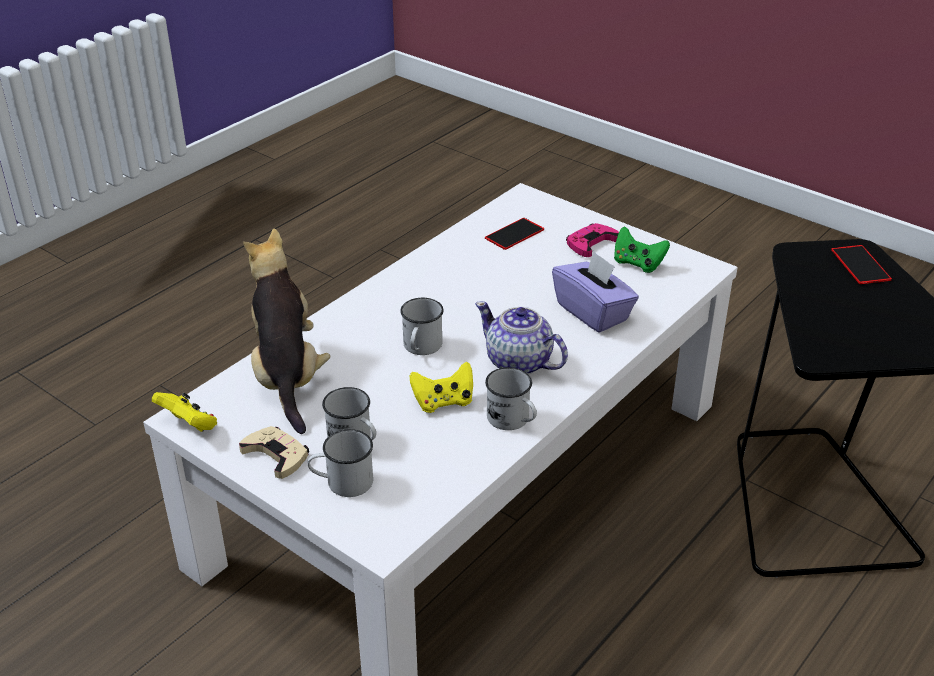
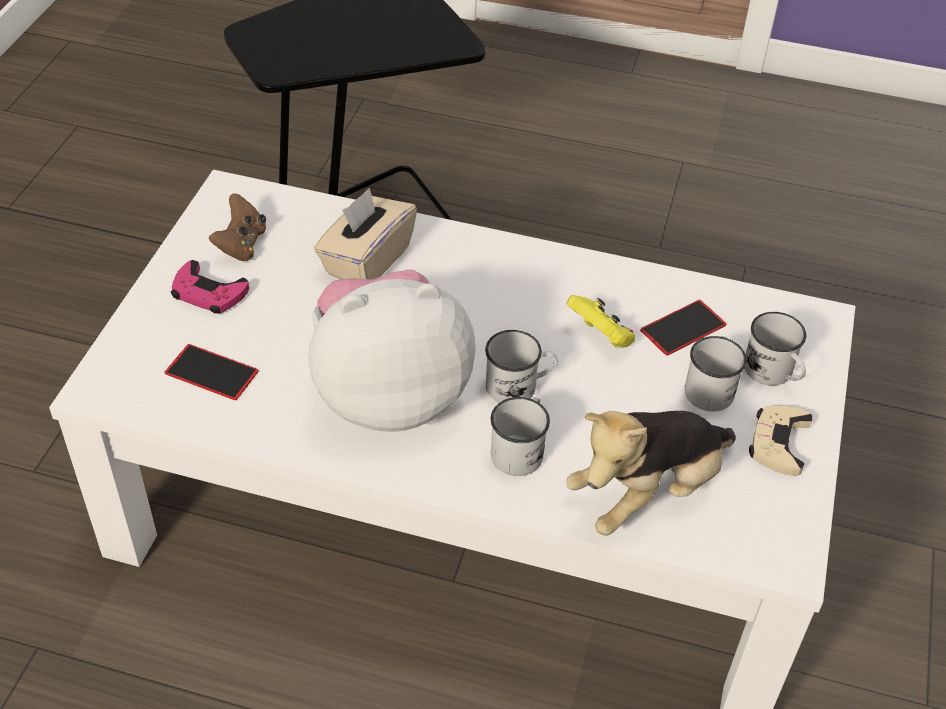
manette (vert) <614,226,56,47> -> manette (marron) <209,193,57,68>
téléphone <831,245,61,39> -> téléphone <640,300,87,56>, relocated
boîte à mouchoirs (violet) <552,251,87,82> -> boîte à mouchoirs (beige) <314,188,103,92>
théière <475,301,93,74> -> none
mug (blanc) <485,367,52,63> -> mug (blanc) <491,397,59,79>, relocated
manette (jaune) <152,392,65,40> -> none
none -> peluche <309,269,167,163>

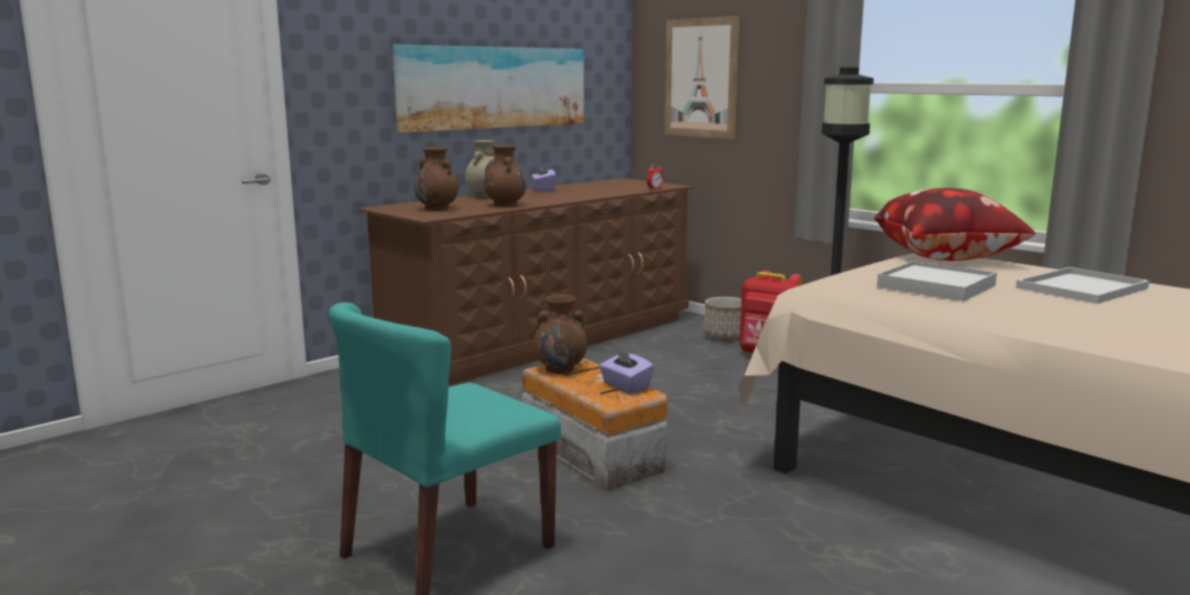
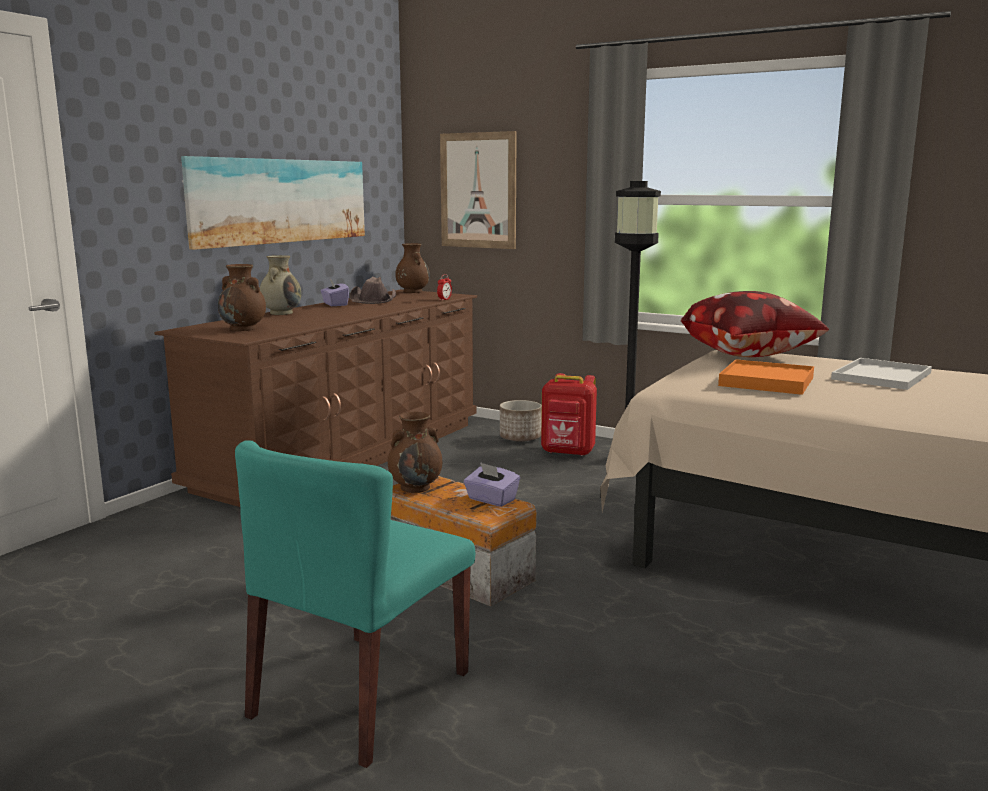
vase (marron) <484,145,42,62> -> vase (marron) <395,243,35,50>, relocated
plateau (blanc) <877,261,120,40> -> plateau (orange) <718,359,96,36>
none -> chapeau (marron) <350,276,46,28>

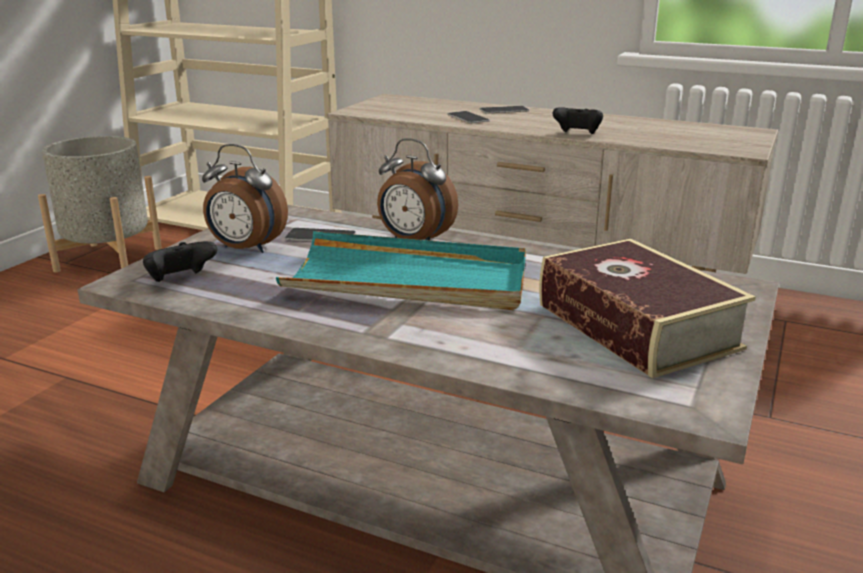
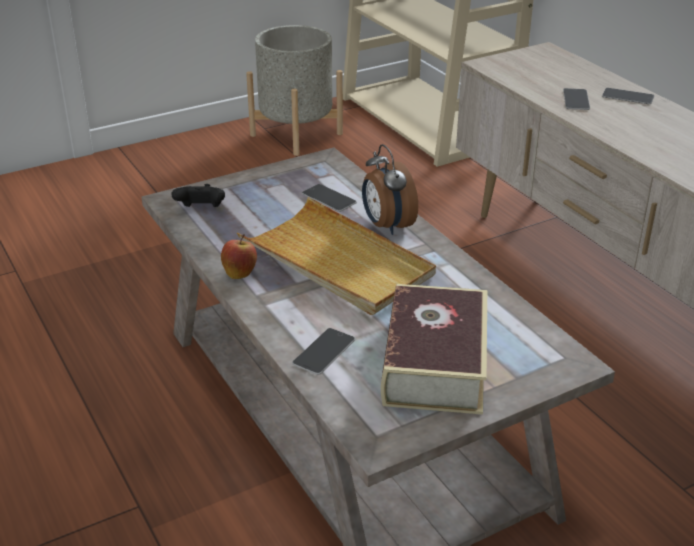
manette (noir) <552,107,51,27> -> none
réveil <202,144,86,109> -> none
plateau (turquoise) <276,231,250,79> -> plateau (beige) <237,197,199,118>
none -> pomme <221,234,36,45>
none -> téléphone <292,328,63,47>

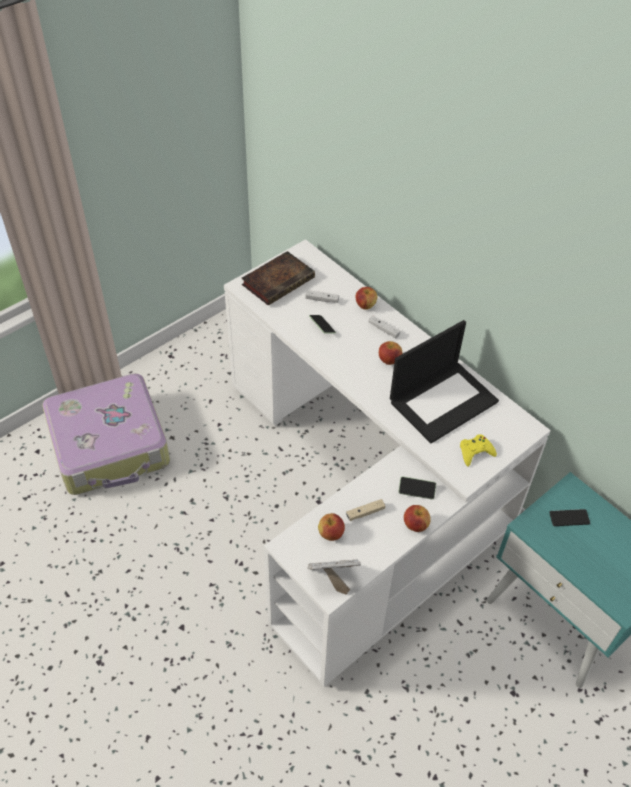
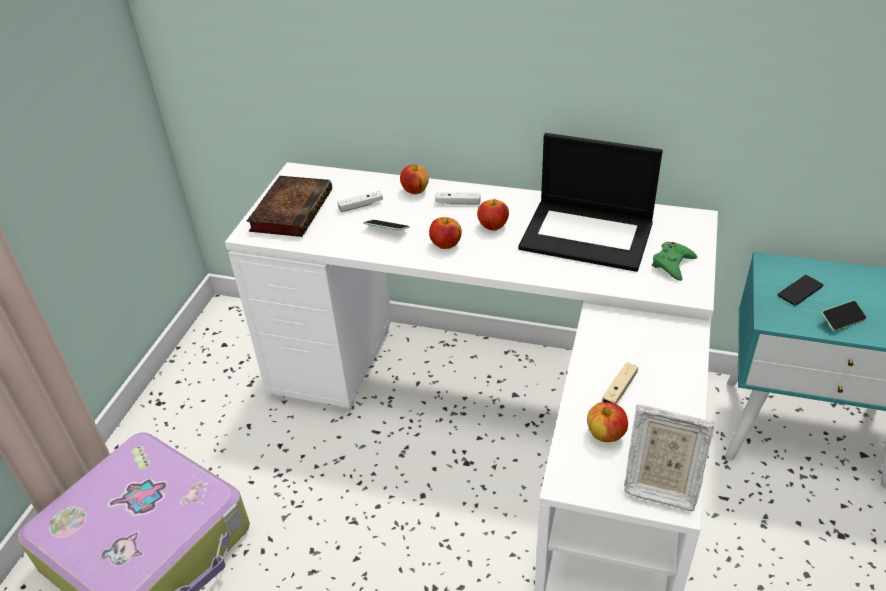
ordinateur portable <390,320,109,124> -> ordinateur portable <519,133,144,139>, 90 degrees clockwise
manette (jaune) <460,434,37,33> -> manette (vert) <652,242,45,39>
téléphone <399,476,37,23> -> téléphone <822,300,45,31>, relocated
pomme <404,505,26,27> -> pomme <429,217,33,32>, relocated
cadre photo <307,559,54,35> -> cadre photo <624,404,90,107>, 120 degrees counterclockwise

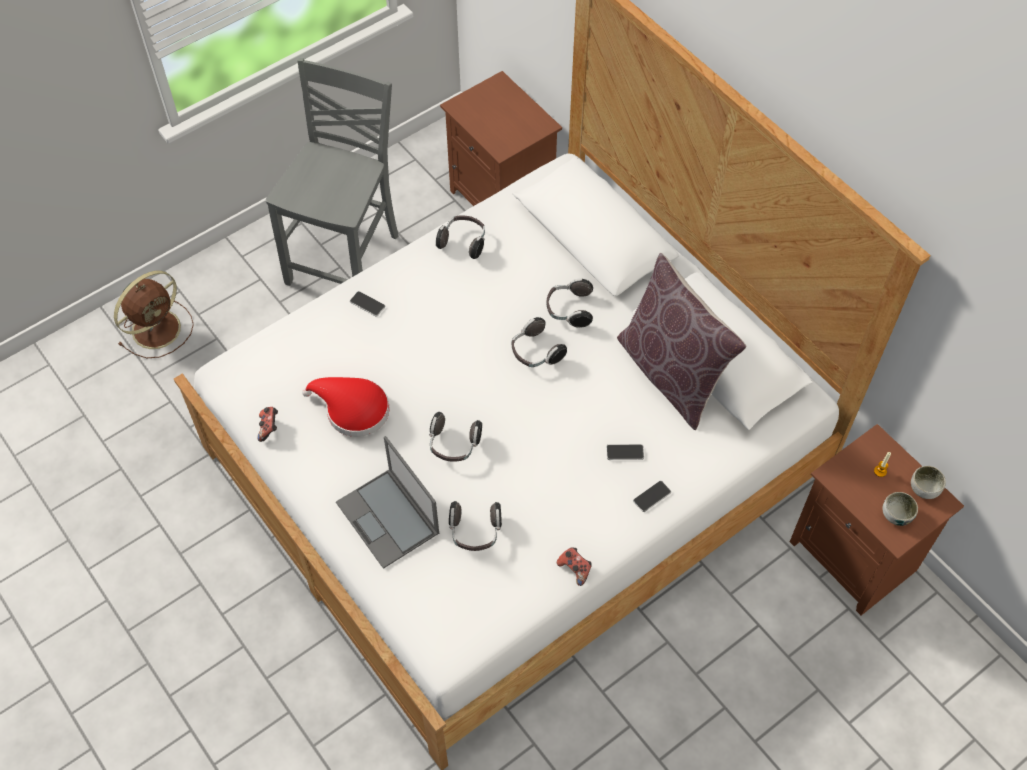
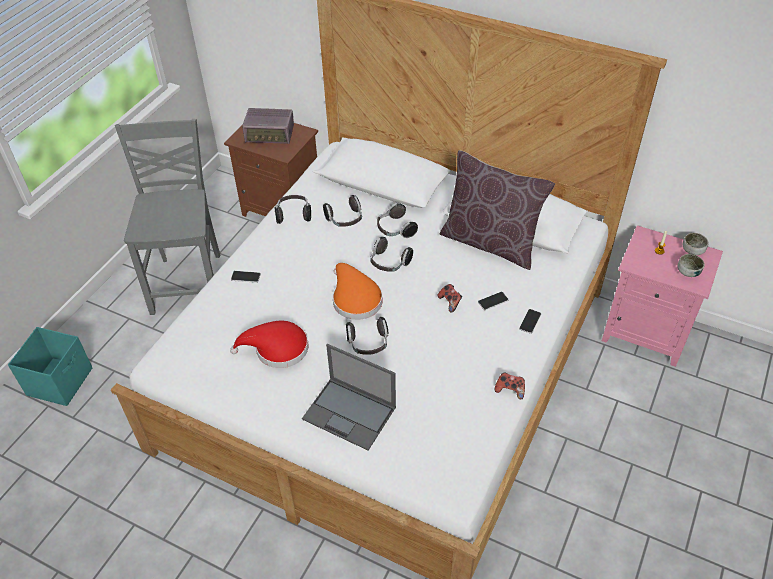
ventilateur (marron) <114,271,80,87> -> boîte de rangement (turquoise) <8,327,84,79>
manette <257,407,21,35> -> manette <437,284,25,29>, relocated
table de chevet (marron) <790,424,174,191> -> table de chevet (rose) <602,226,121,141>
casque audio <449,501,53,50> -> casque audio <323,195,39,32>, relocated
none -> radio <242,108,52,36>
none -> chapeau (orange) <333,263,50,57>

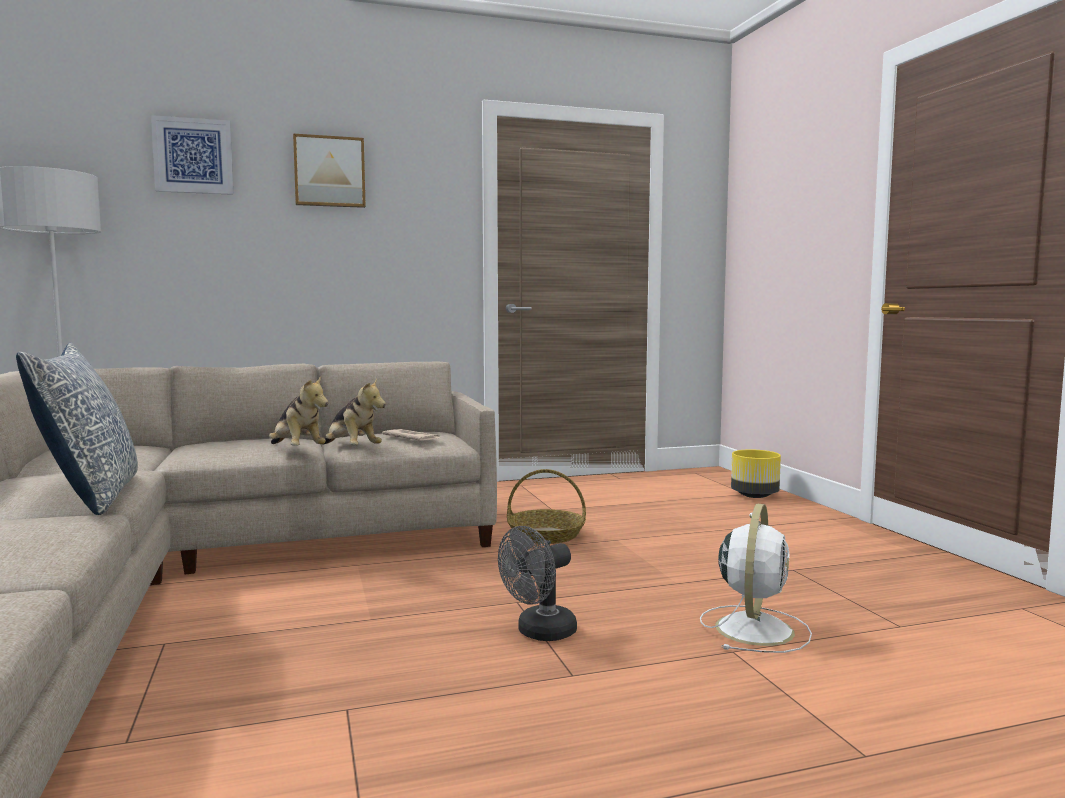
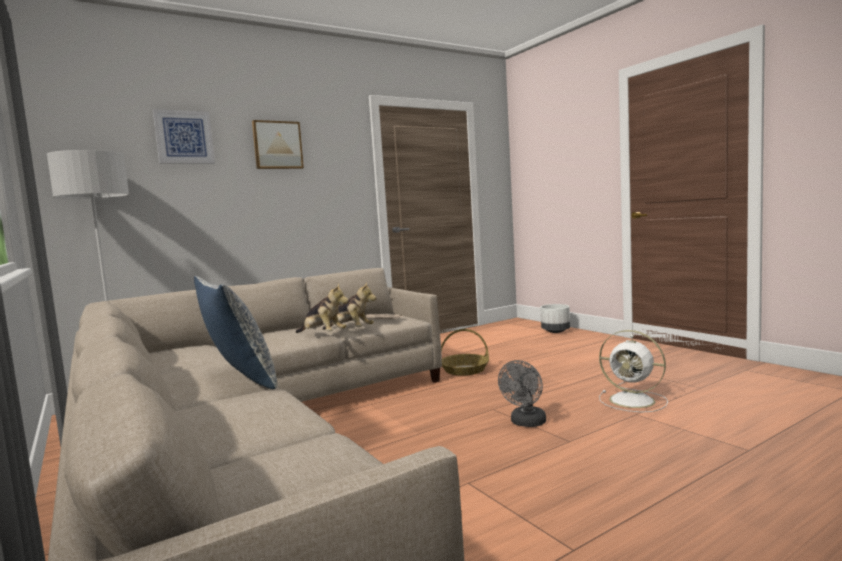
cache-pot (jaune) <731,449,50,49> -> cache-pot (blanc) <541,304,29,29>
ventilateur (blanc) <700,504,112,149> -> ventilateur (blanc) <599,330,69,83>, 120 degrees clockwise

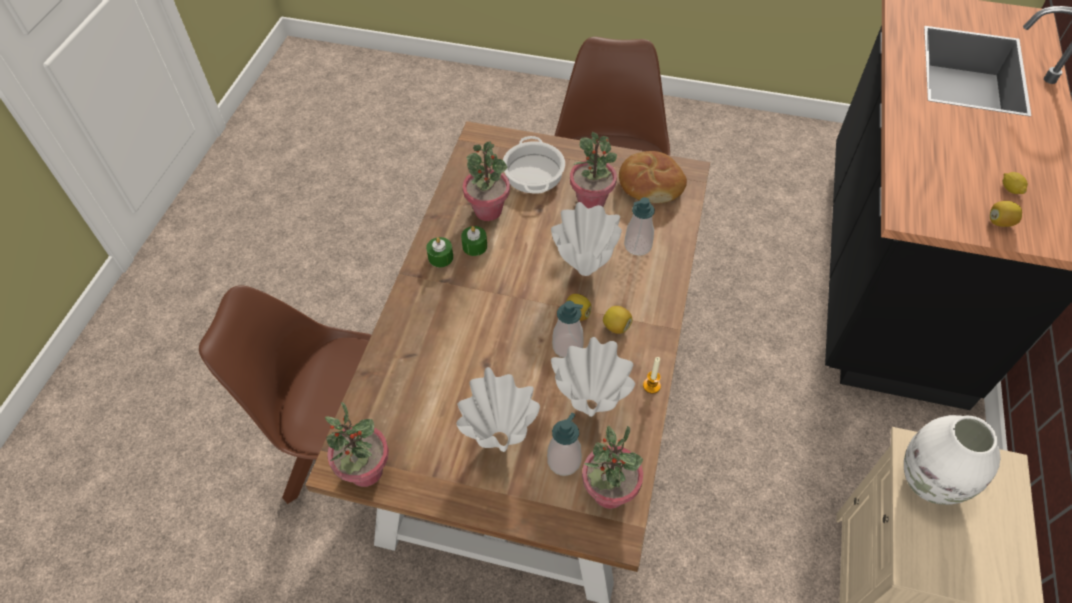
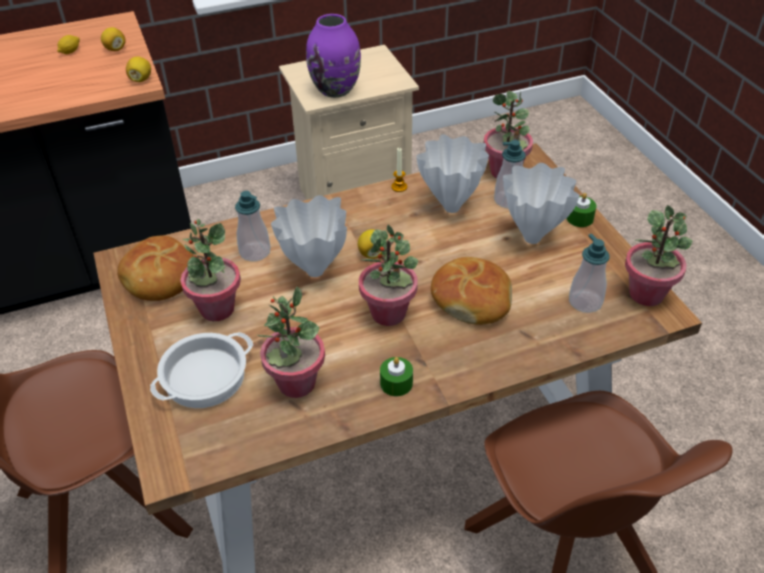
bougie (vert) <461,226,26,30> -> bougie (vert) <566,193,30,34>, relocated
distributeur de savon <552,301,32,57> -> distributeur de savon <569,234,41,79>, relocated
citron <603,306,29,28> -> citron <126,56,25,26>, relocated
vase (blanc) <904,415,96,90> -> vase (violet) <306,14,55,84>
none -> plante en pot <359,225,59,101>
none -> pain <431,257,81,68>

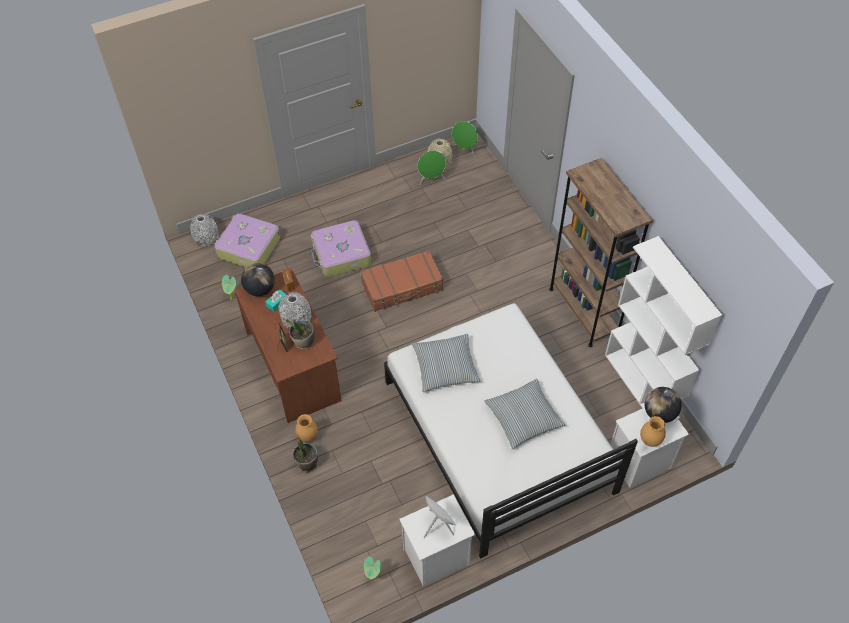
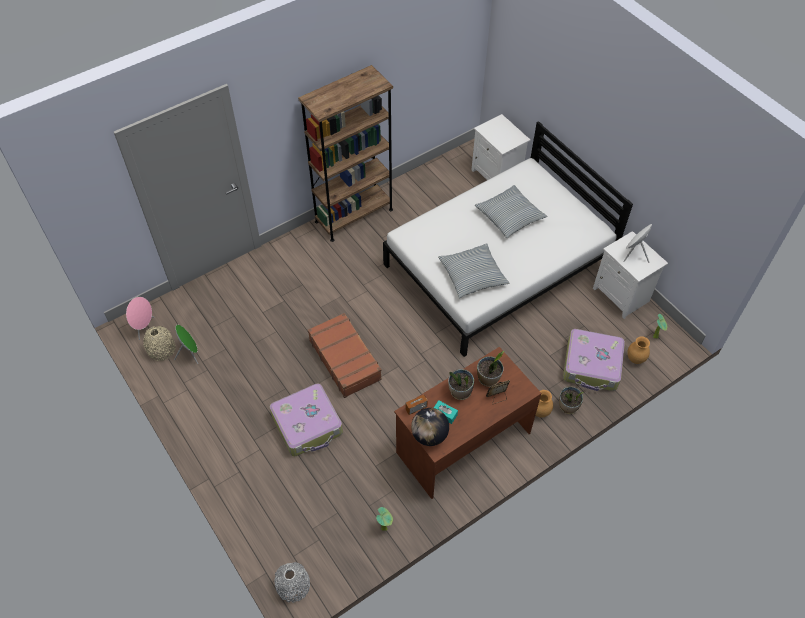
enceinte (vert) <452,121,26,36> -> enceinte (rose) <126,297,29,43>
valise <215,213,65,54> -> valise <563,329,62,62>, relocated
bibliothèque (blanc) <605,236,117,183> -> none
vase (gris) <278,292,33,36> -> plante en pot <448,369,26,31>
globe <645,387,37,36> -> none
vase (marron) <640,416,26,31> -> vase (marron) <627,336,23,28>, relocated

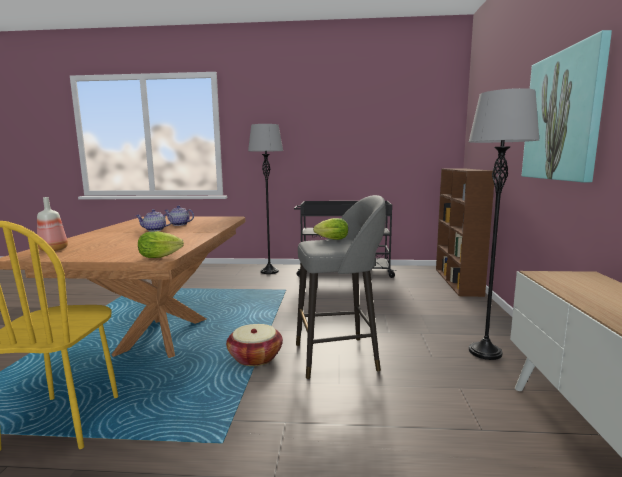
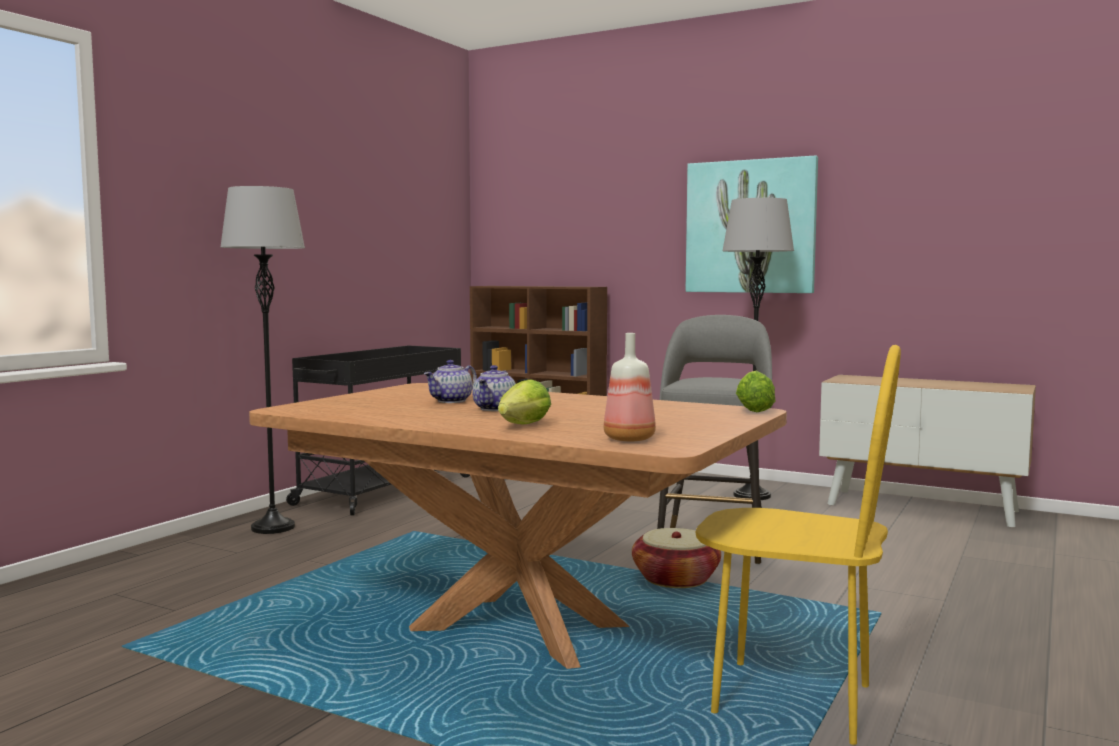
laitue <313,218,35,22> -> laitue <498,379,53,45>, relocated

